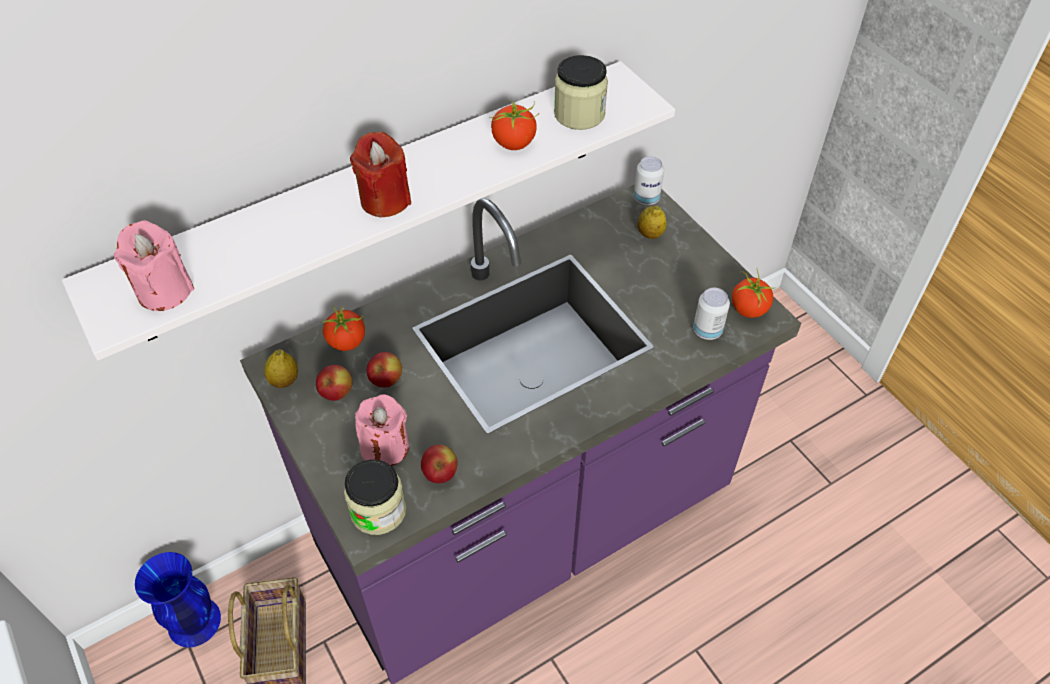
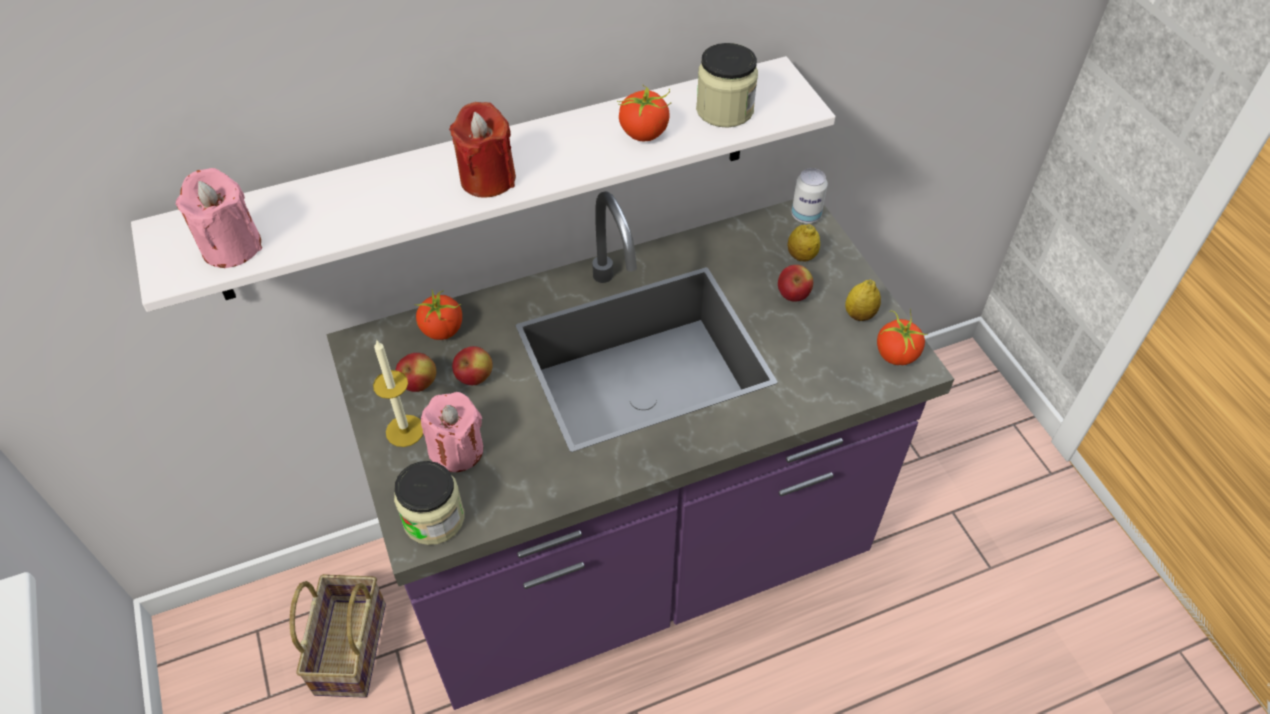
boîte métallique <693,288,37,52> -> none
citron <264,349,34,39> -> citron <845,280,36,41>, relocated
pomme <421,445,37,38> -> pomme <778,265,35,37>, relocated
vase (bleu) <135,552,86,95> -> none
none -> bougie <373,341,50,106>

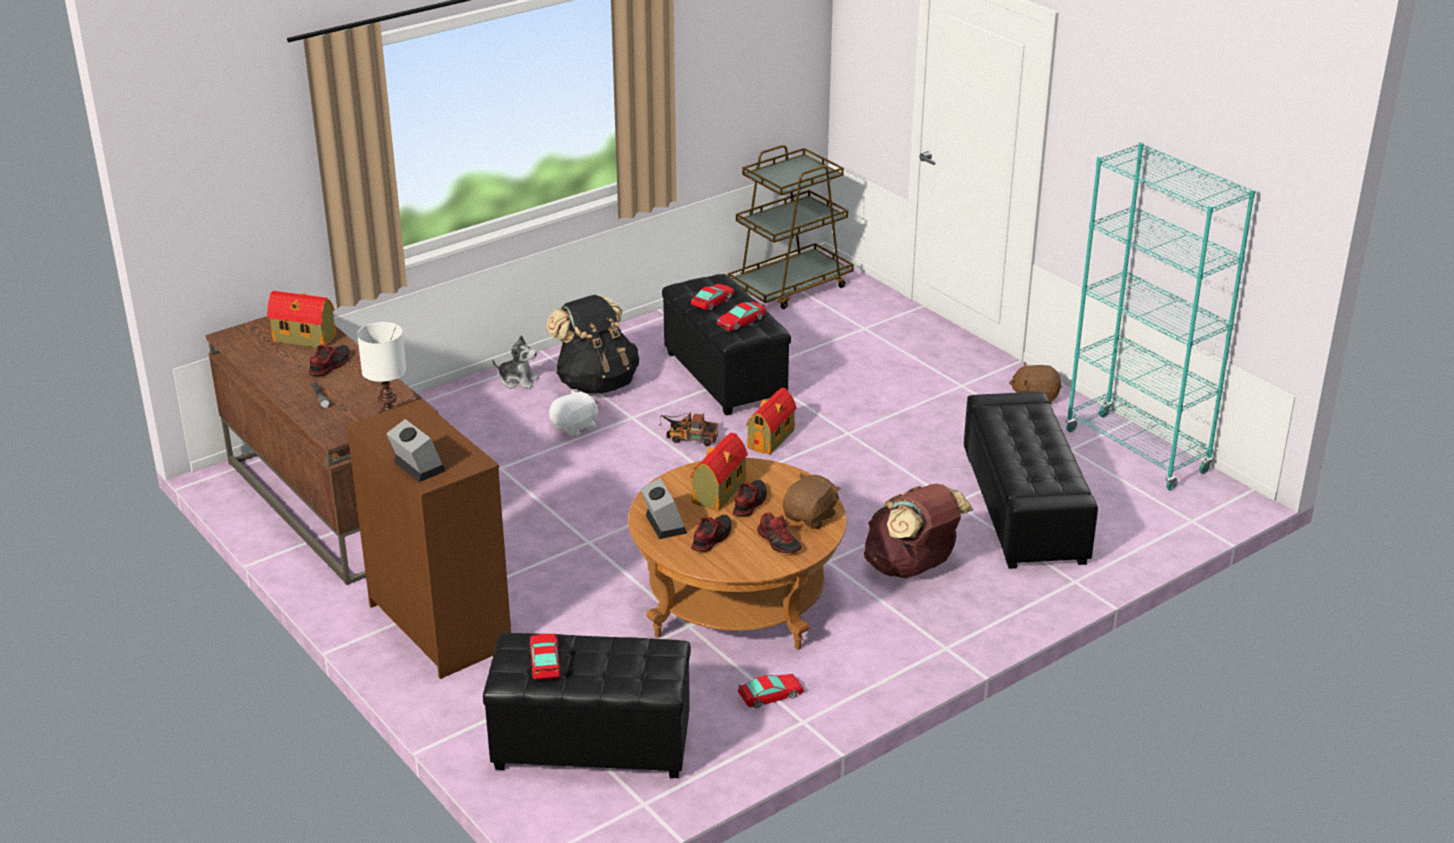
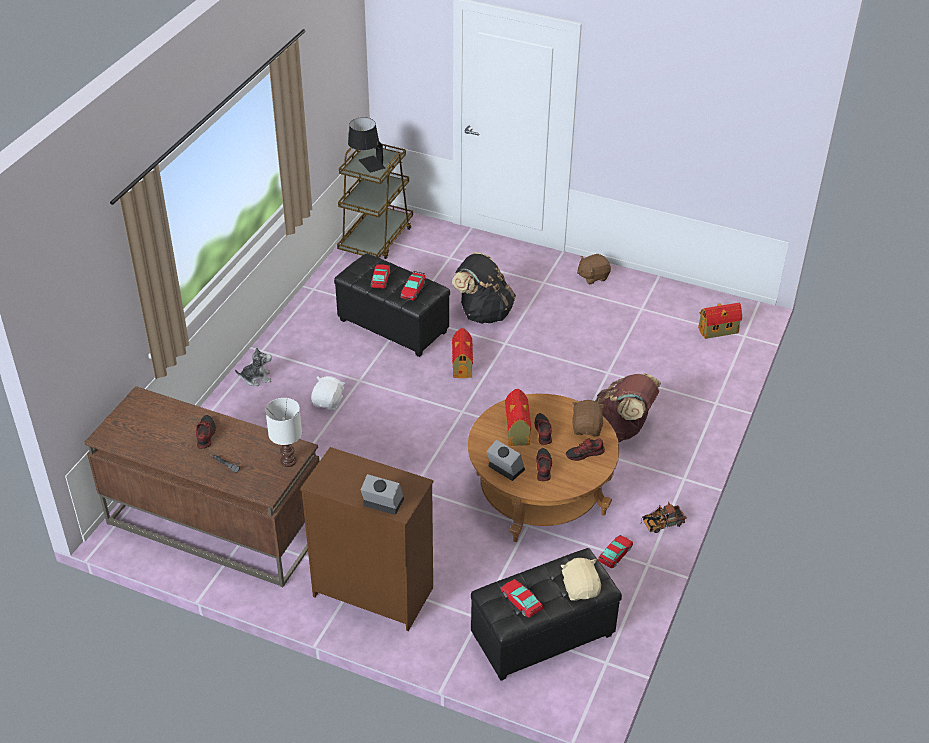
bibliothèque (turquoise) <1066,142,189,348> -> none
maison miniature <267,291,70,56> -> maison miniature <698,303,44,36>, relocated
sac à dos (noir) <546,295,93,99> -> sac à dos (noir) <452,252,64,72>, relocated
pouf (noir) <964,392,134,177> -> none
camion jouet <659,412,59,34> -> camion jouet <640,502,46,31>, relocated
chaussure <757,512,44,41> -> chaussure <566,438,39,23>, 135 degrees clockwise
none -> lampe de table (noir) <348,117,37,56>
none -> peluche (beige) <561,558,40,43>

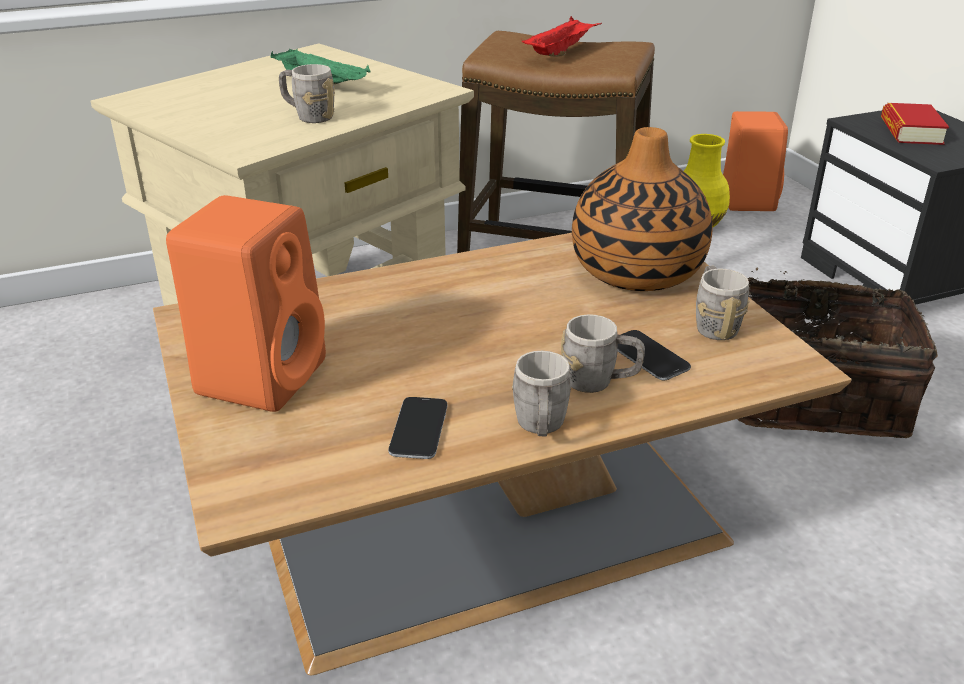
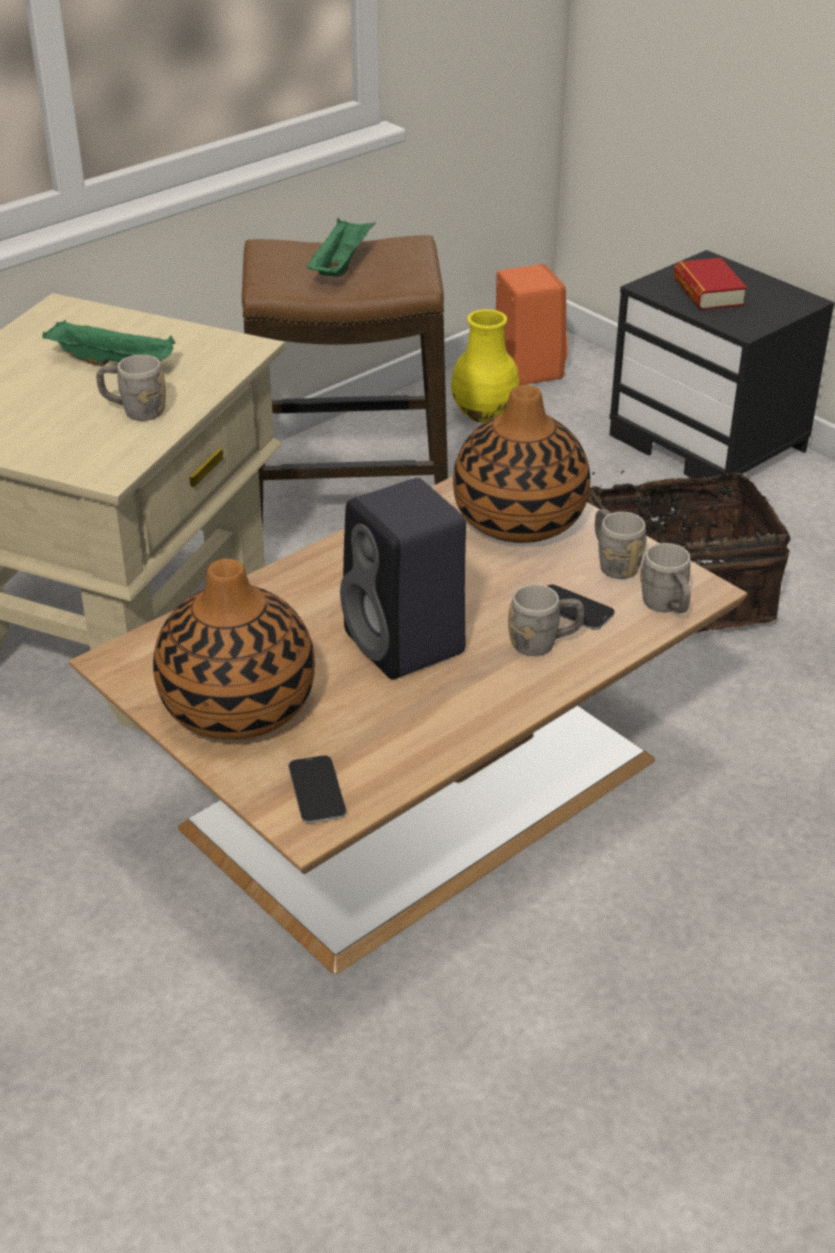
plateau (rouge) <521,16,81,41> -> plateau (vert) <305,218,70,59>
enceinte (orange) <166,195,160,217> -> vase <153,559,162,181>
mug (gris) <512,351,59,85> -> mug (gris) <640,543,51,70>, relocated
téléphone <388,397,60,62> -> téléphone <289,755,57,68>, relocated
none -> enceinte (noir) <340,478,126,201>

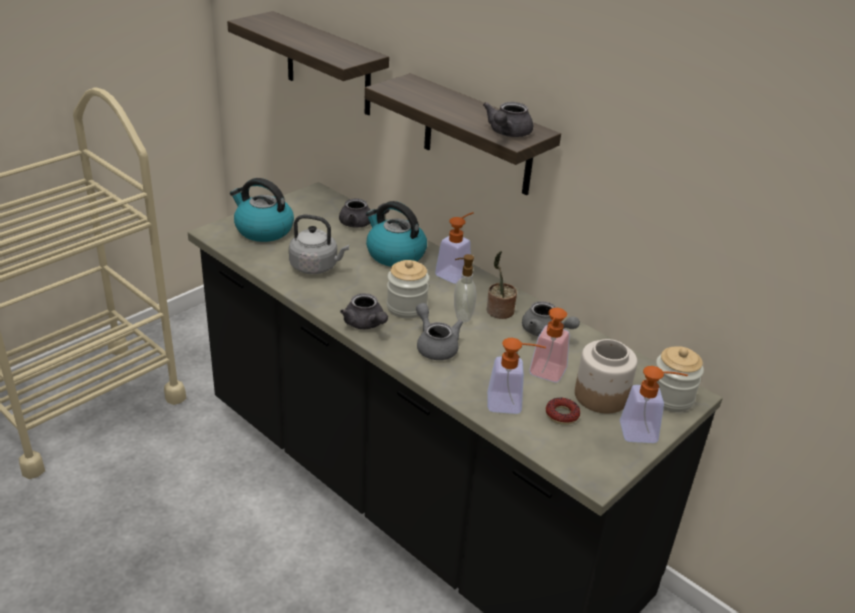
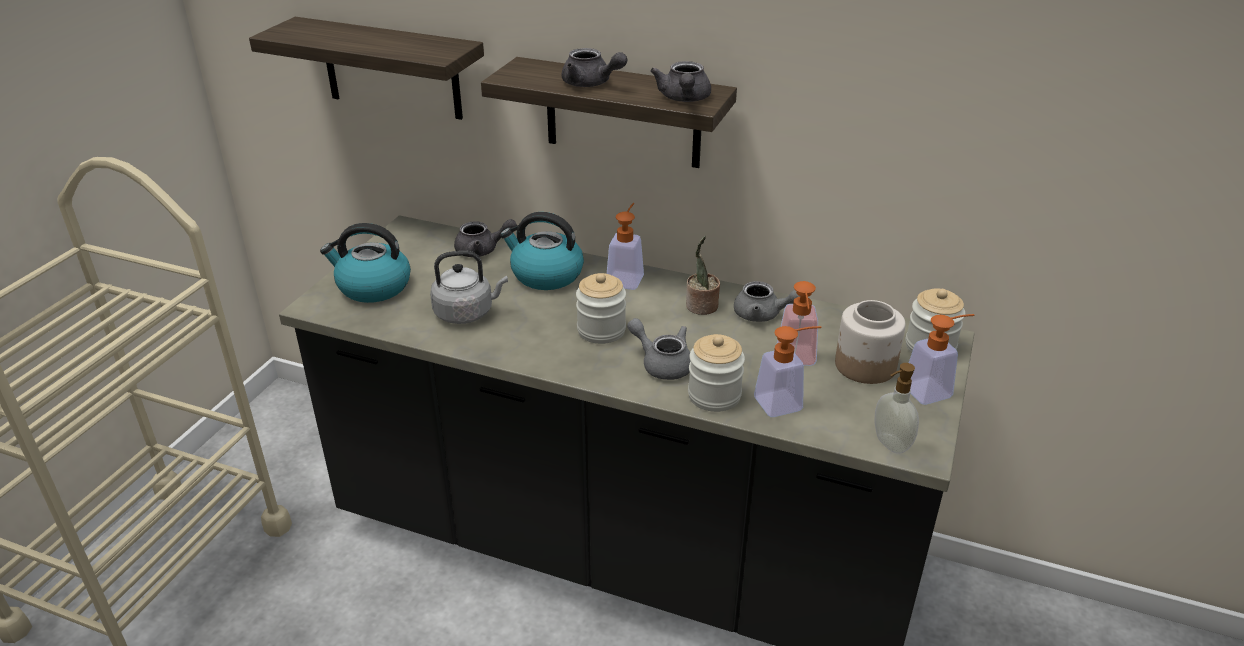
distributeur de savon <454,254,23,68> -> distributeur de savon <874,363,45,91>, relocated
théière (gris) <340,293,48,36> -> théière (gris) <562,48,65,39>, relocated
beignet <546,398,34,27> -> none
none -> bocal <688,334,57,78>

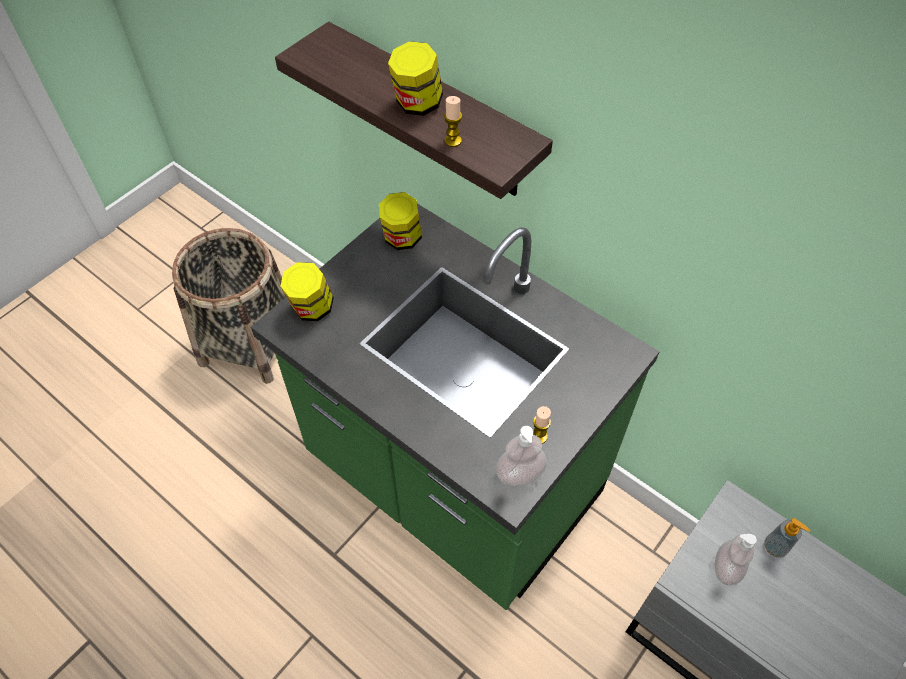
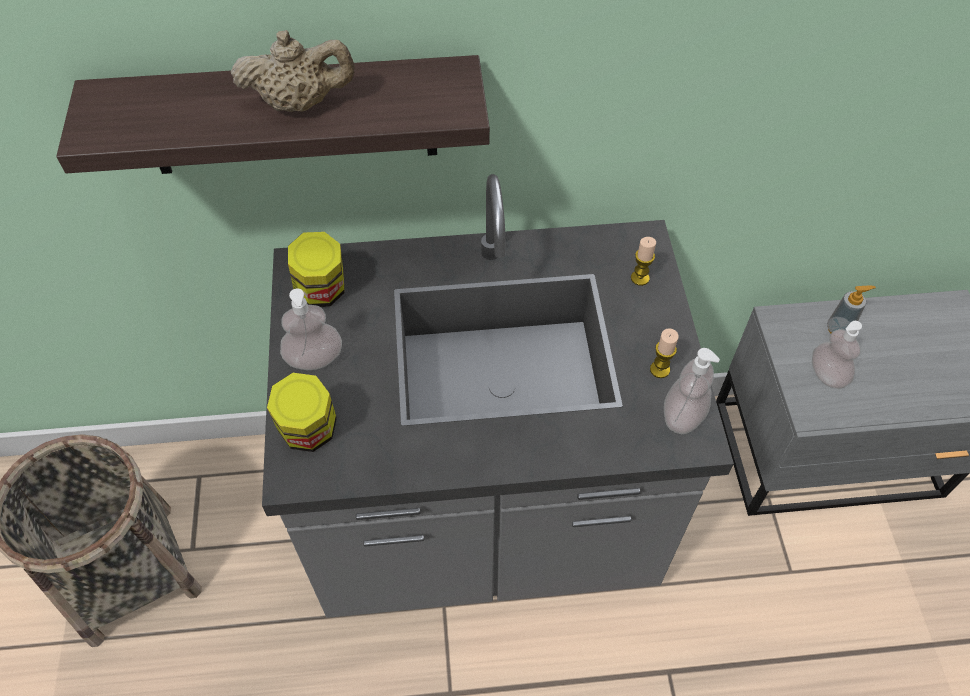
bocal <388,41,55,75> -> théière (beige) <231,30,124,82>
bougie <444,96,18,51> -> bougie <631,237,25,49>, relocated
comptoir de cuisine (vert) <251,204,409,406> -> comptoir de cuisine (gris) <262,174,472,444>
none -> distributeur de savon <280,288,62,82>

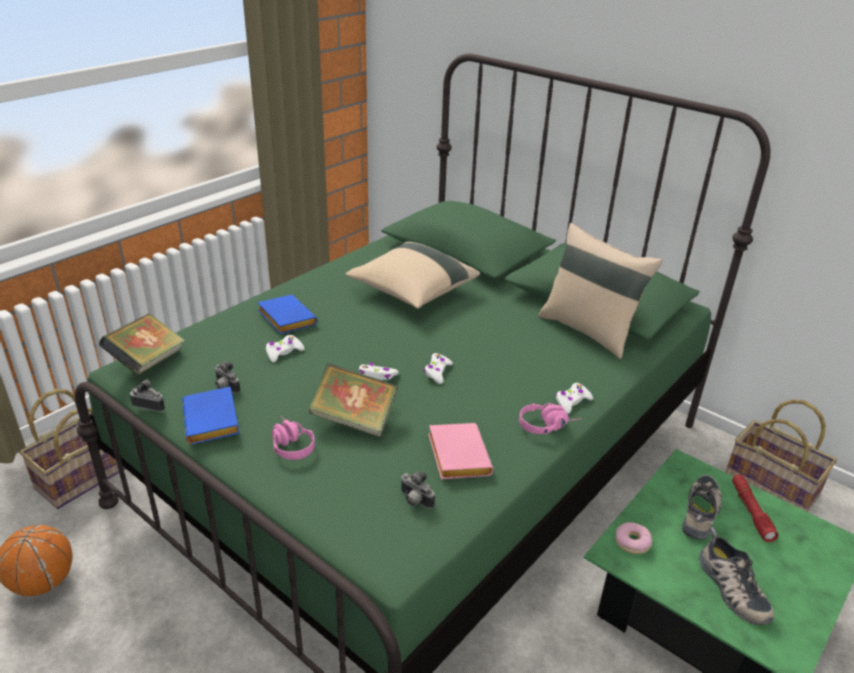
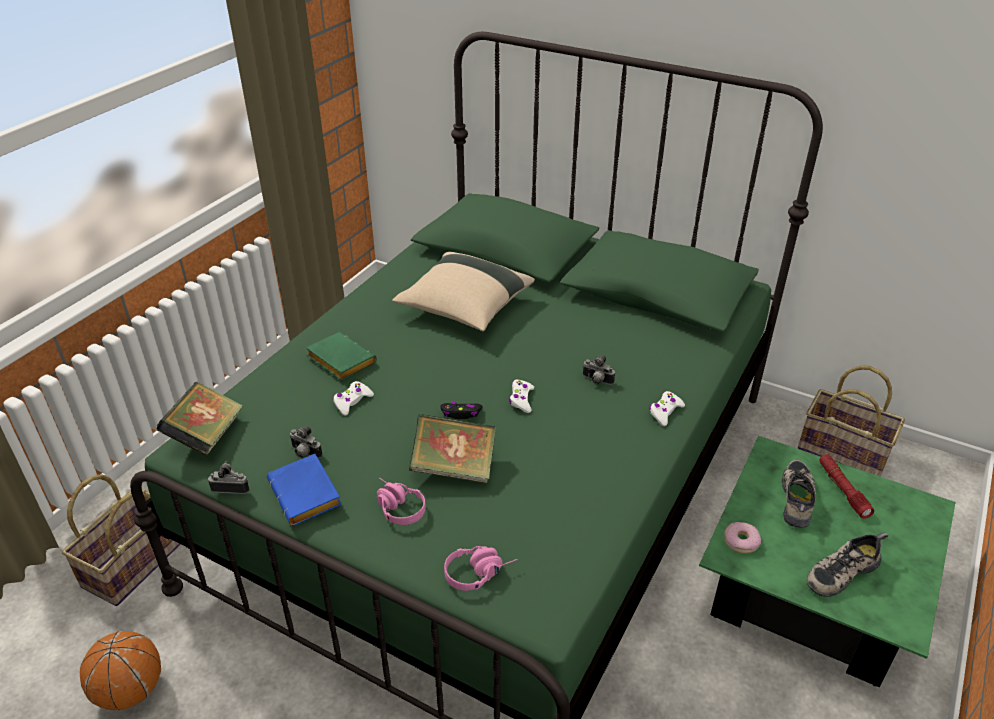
coussin (beige) <538,223,125,136> -> none
livre (bleu) <258,295,59,39> -> livre (vert) <306,332,71,49>
manette (blanc) <359,363,40,17> -> manette (noir) <441,401,42,18>
casque audio (rose) <519,403,62,31> -> casque audio (rose) <444,546,74,45>, relocated
livre (rose) <428,423,66,56> -> none
appareil photo <400,471,35,38> -> appareil photo <582,355,33,30>, relocated
chaussure <699,527,75,98> -> chaussure <806,532,82,65>, 90 degrees clockwise

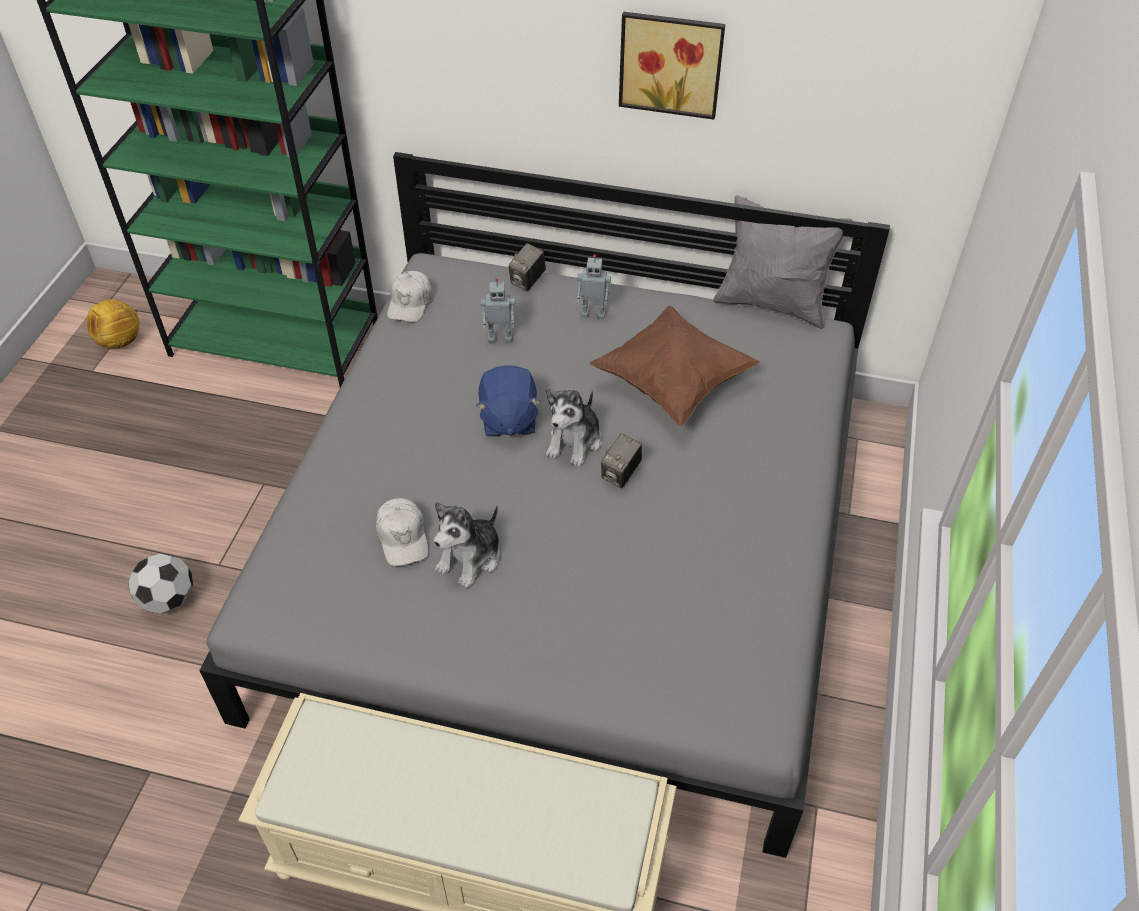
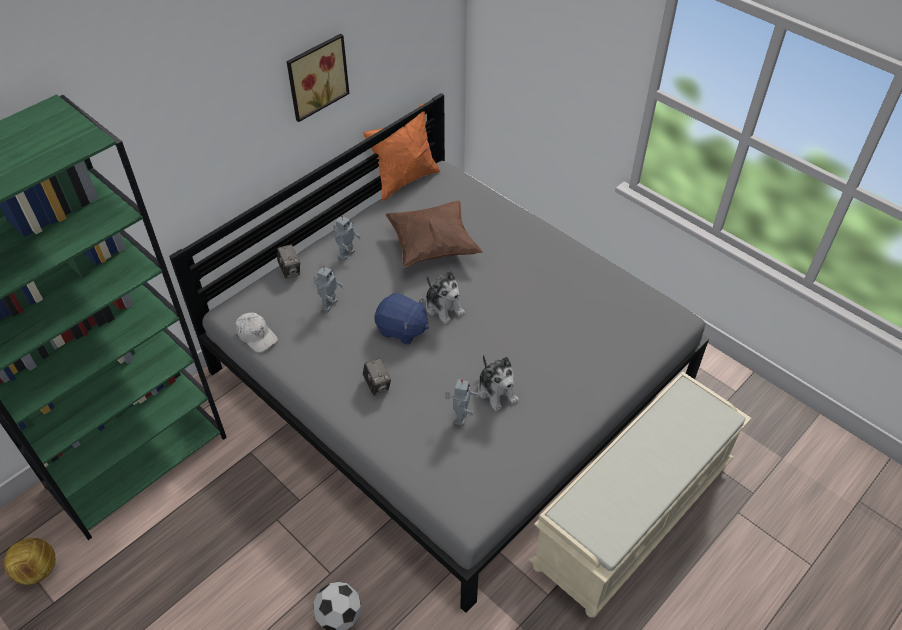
coussin (gris) <713,195,139,134> -> coussin (orange) <363,103,77,98>
appareil photo <601,433,41,55> -> appareil photo <363,358,28,38>, relocated
casquette (blanc) <376,498,53,68> -> robot jouet <445,379,34,47>

